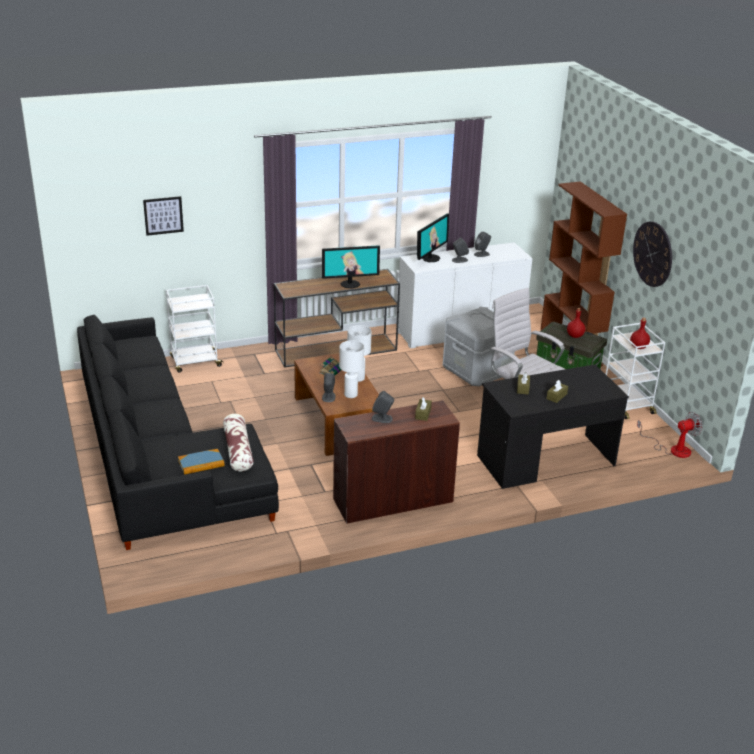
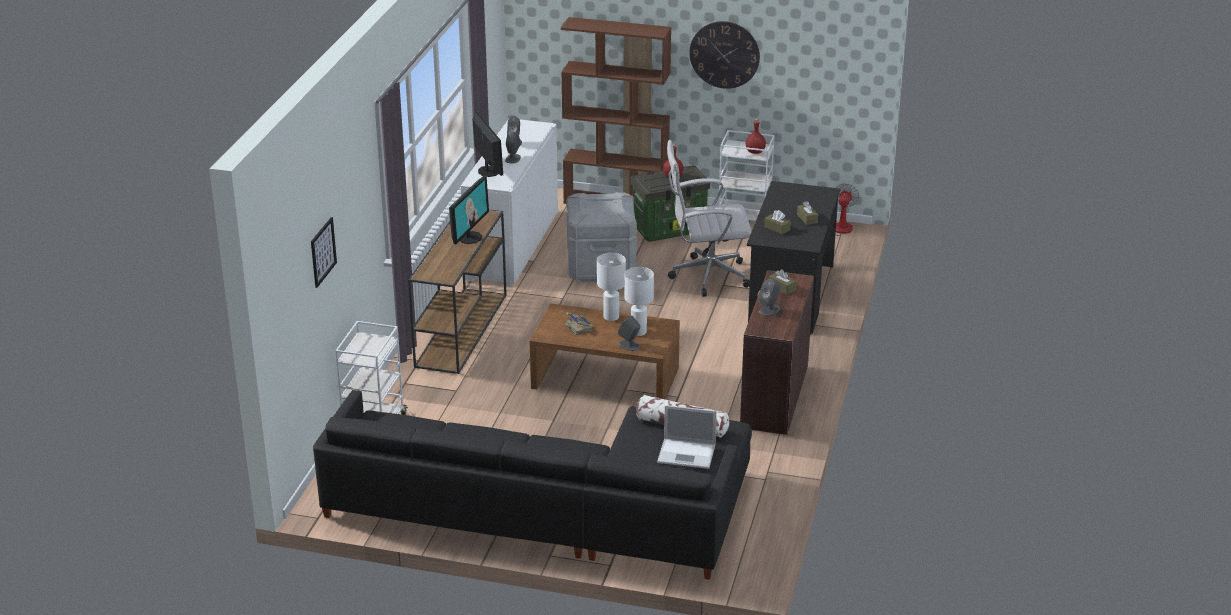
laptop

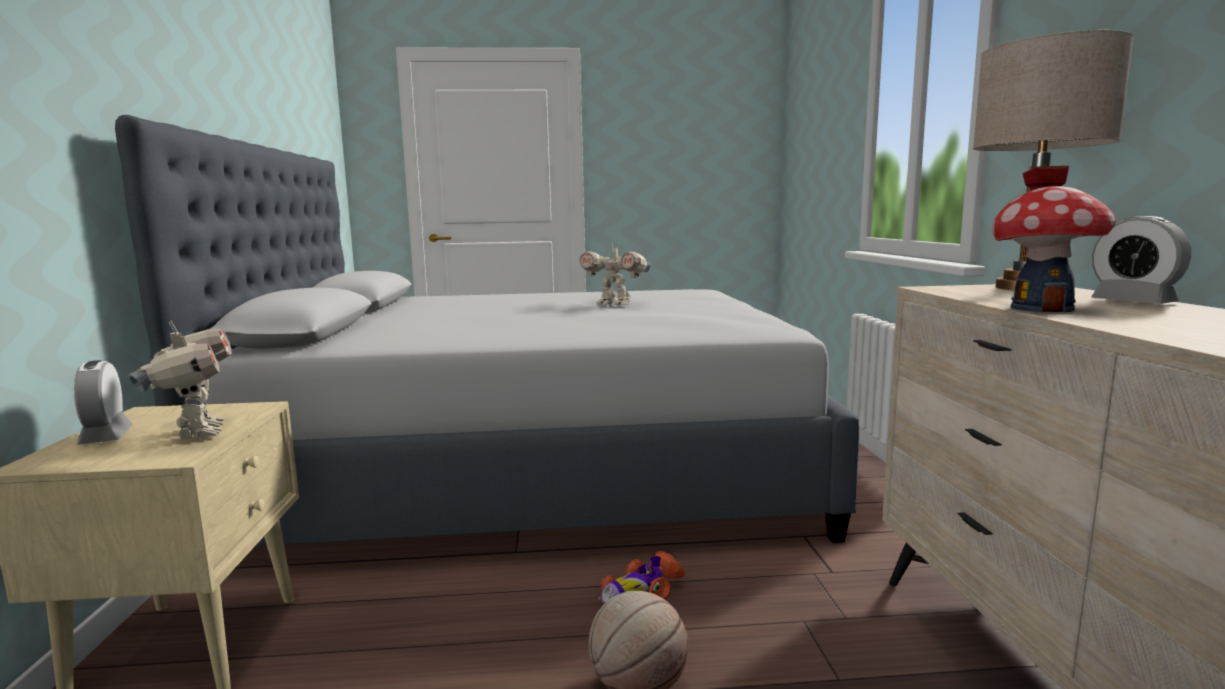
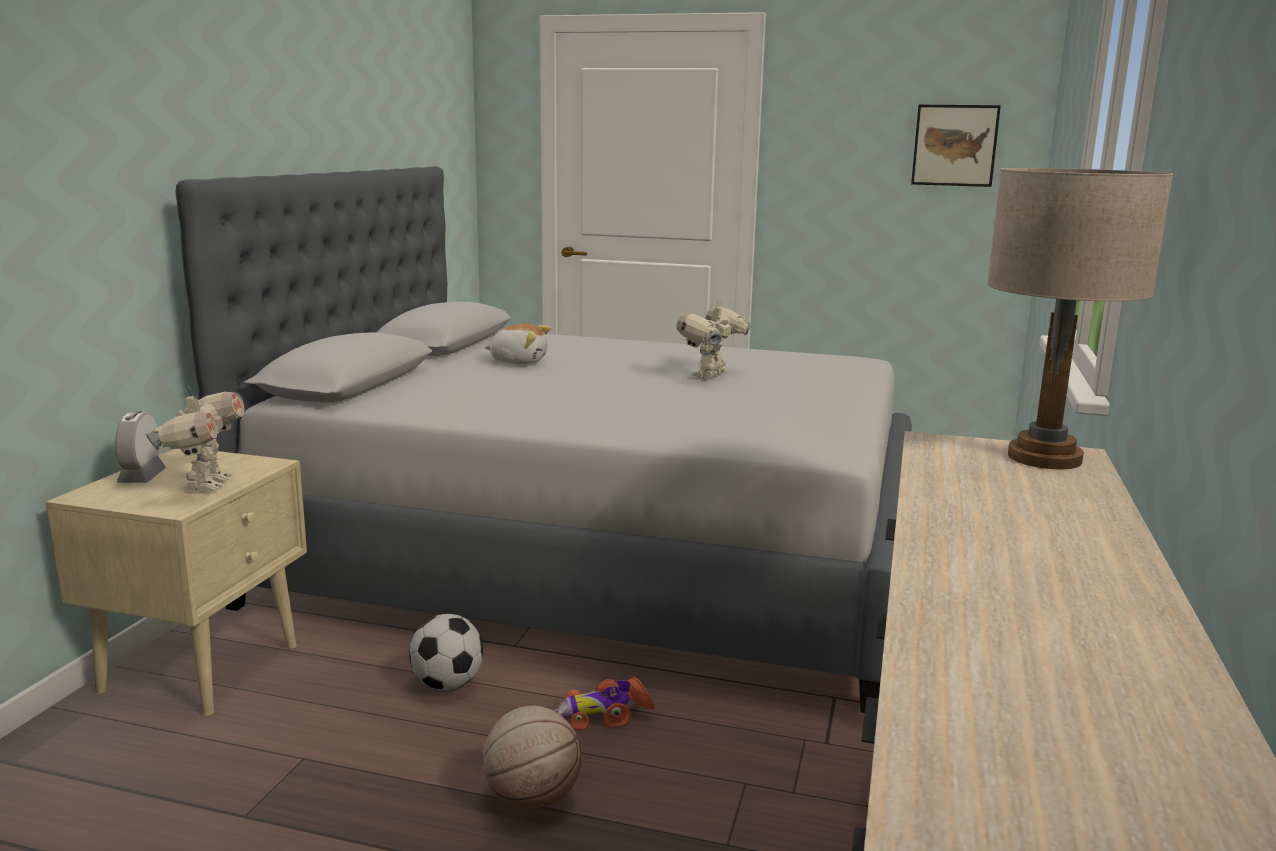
model house; table clock (no. 2 from left in the first image); robot figure (no. 2 from left); wall art; cuddly toy; football ball

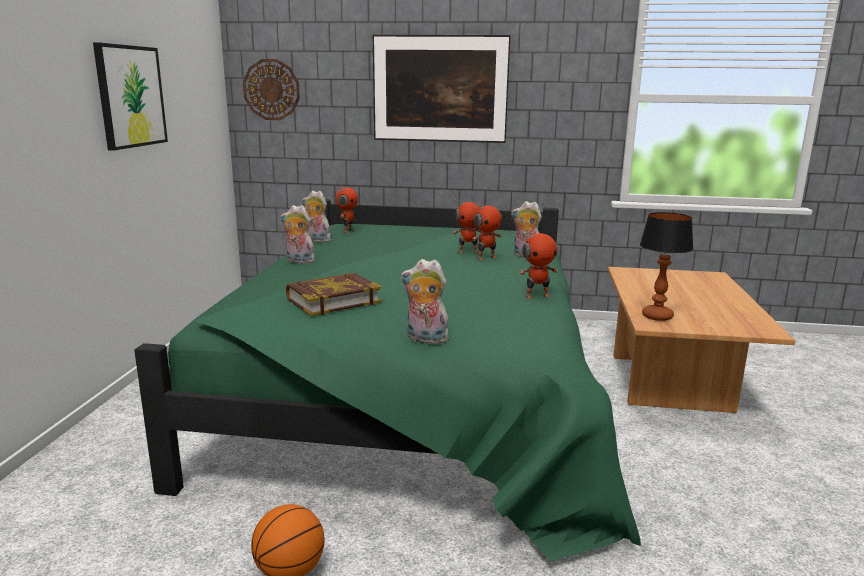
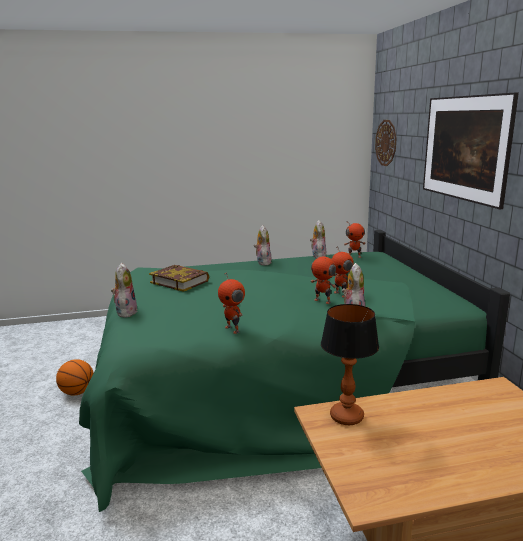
wall art (no. 1 from left in the first image)

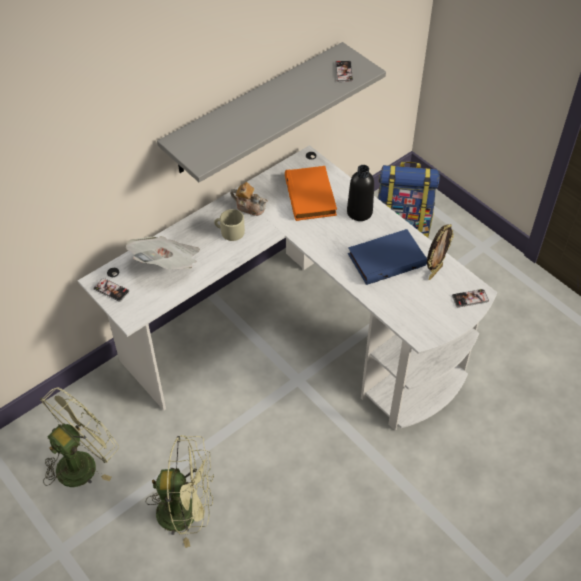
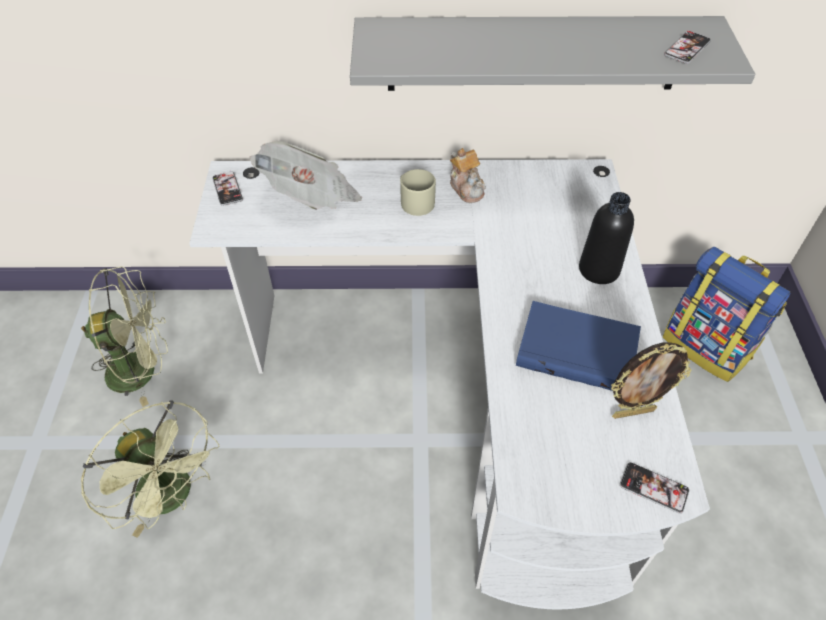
volume (orangey)

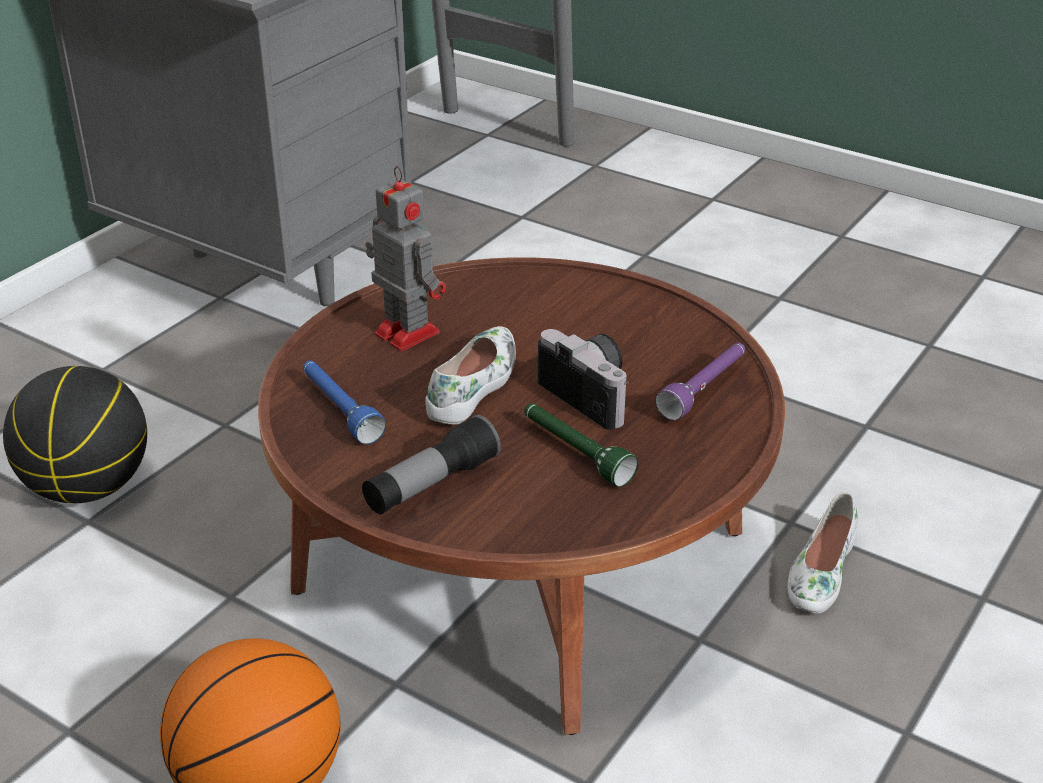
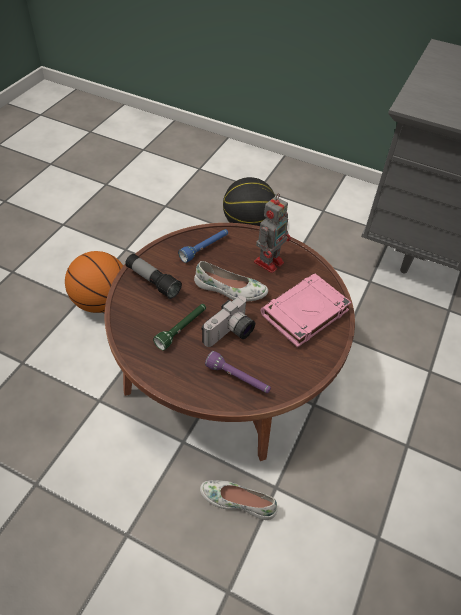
volume (pinkish)

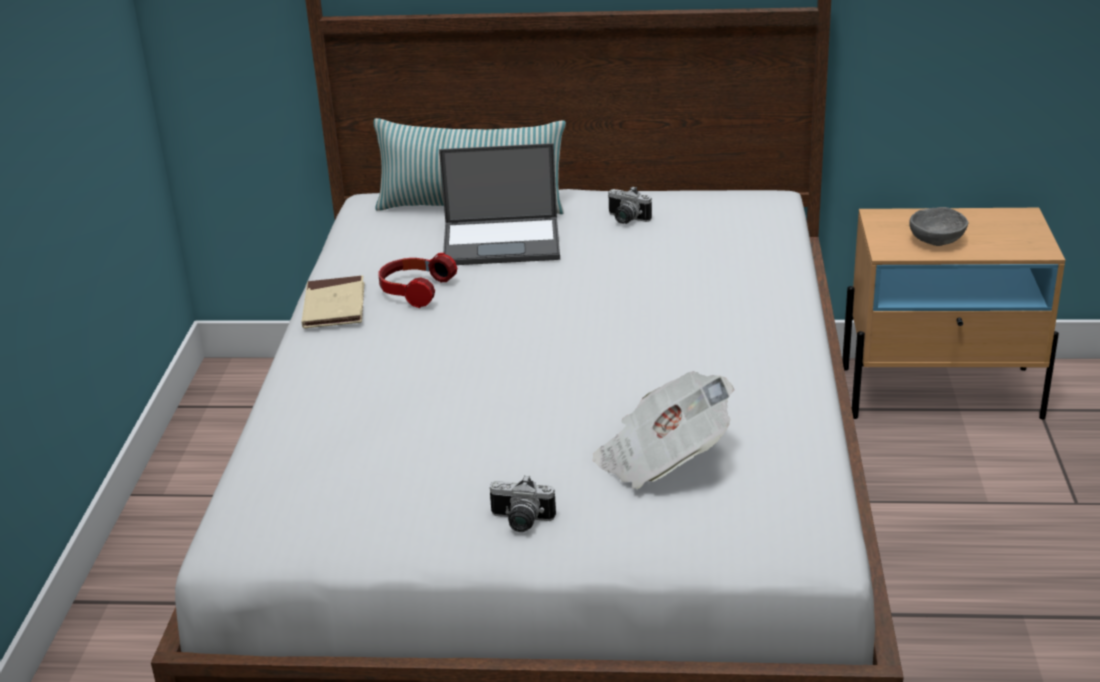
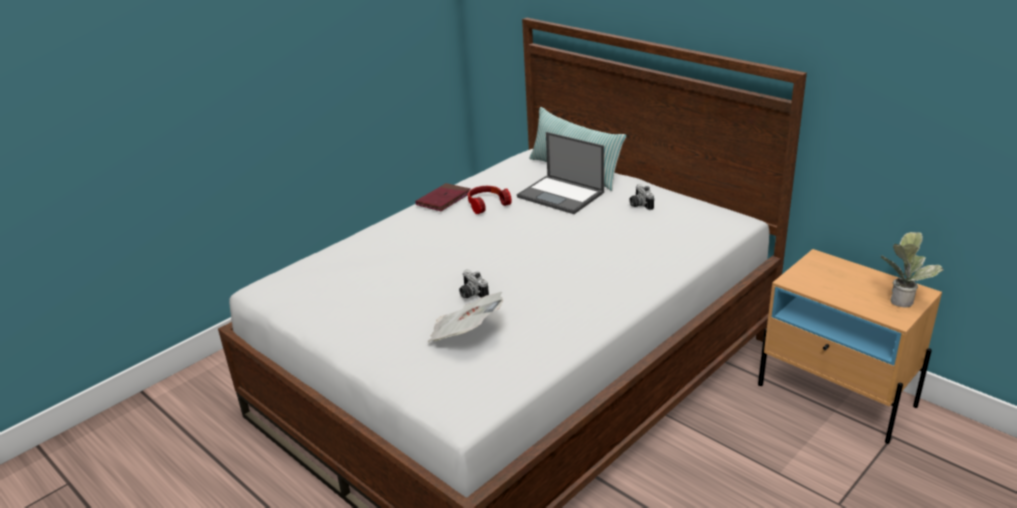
deep dish (gray); volume (reddish); still camera (no. 1 from left); plant in a pot

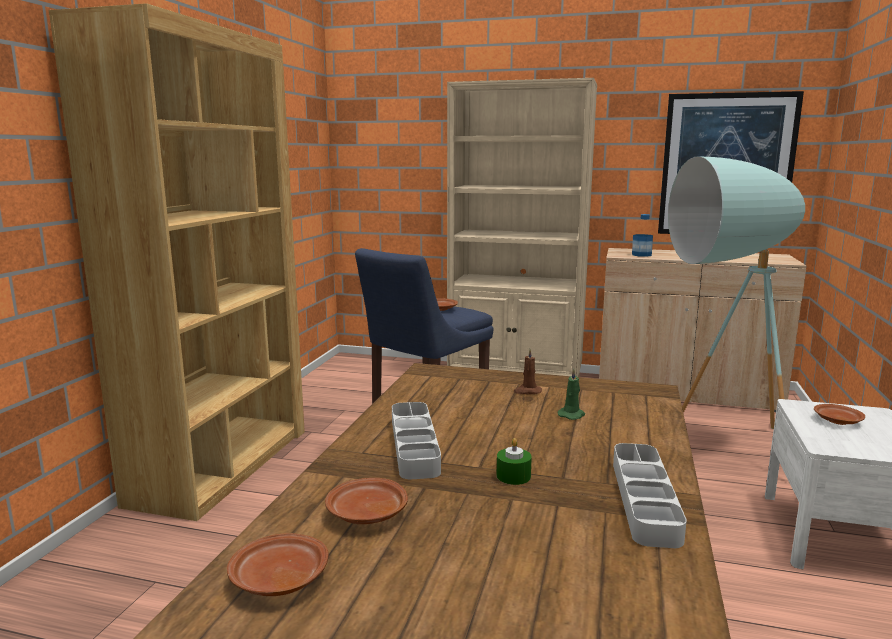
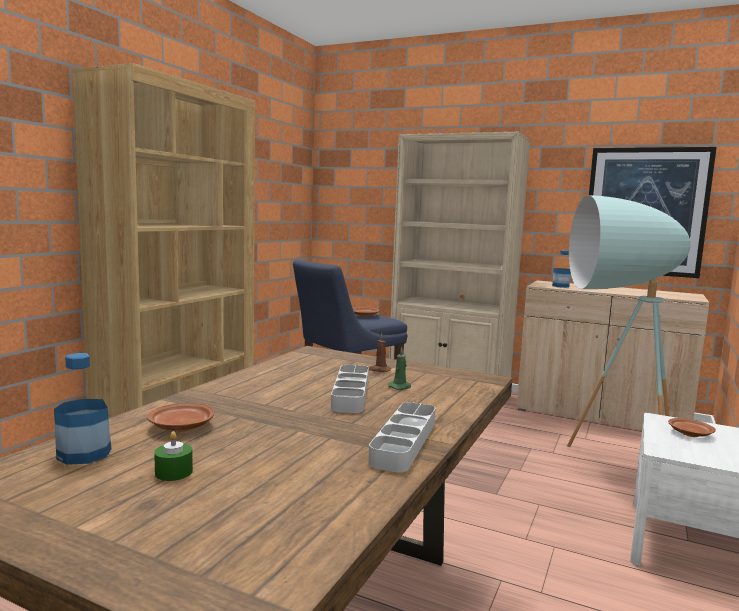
carrying tray (gray) (no. 1 from left); candle (greenish) (no. 1 from left); bottle (no. 1 from left)

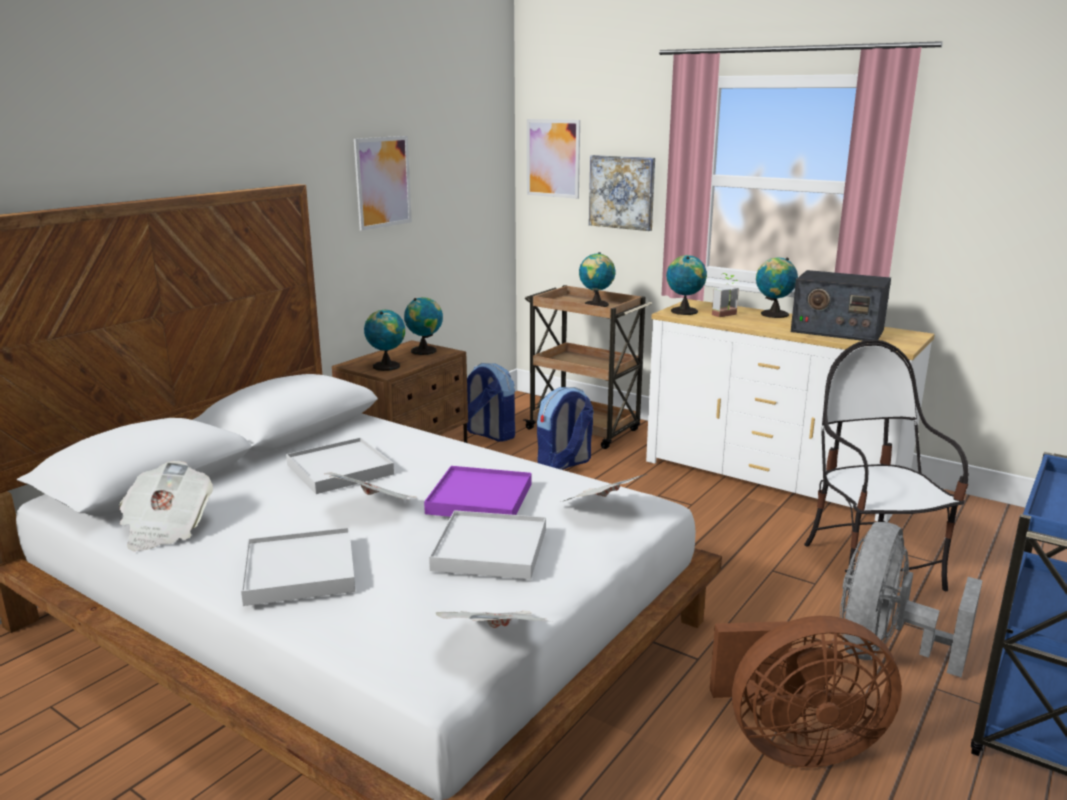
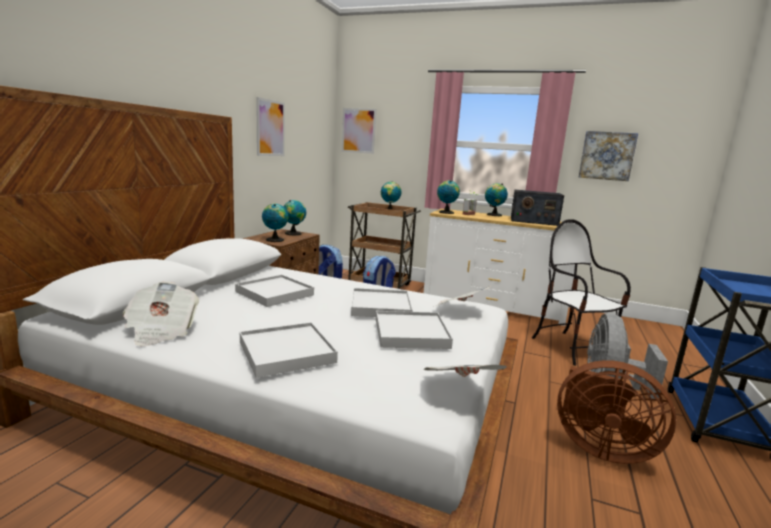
wall art (no. 3 from left); carrying tray (whitish) (no. 3 from left); printed paper (no. 2 from left in the first image); electric fan (brown)

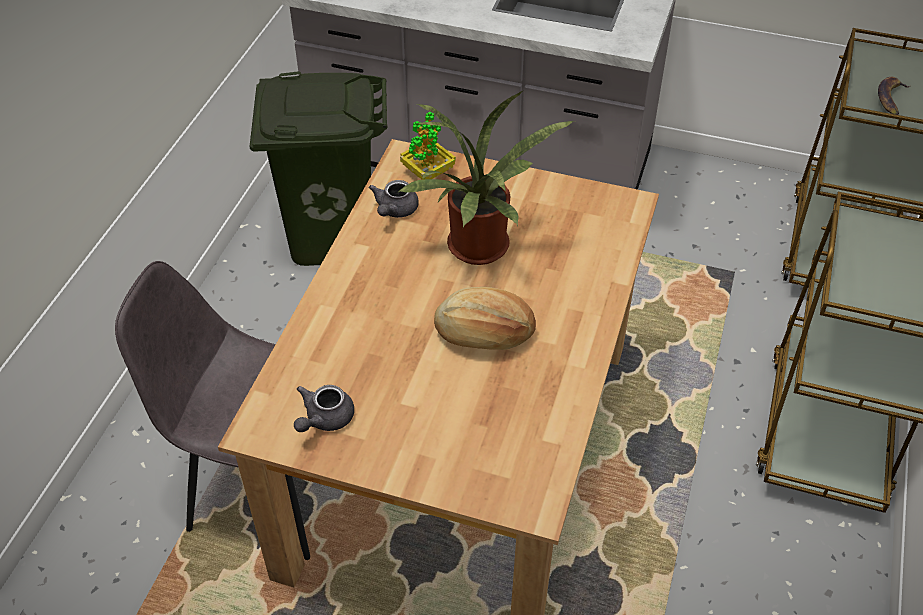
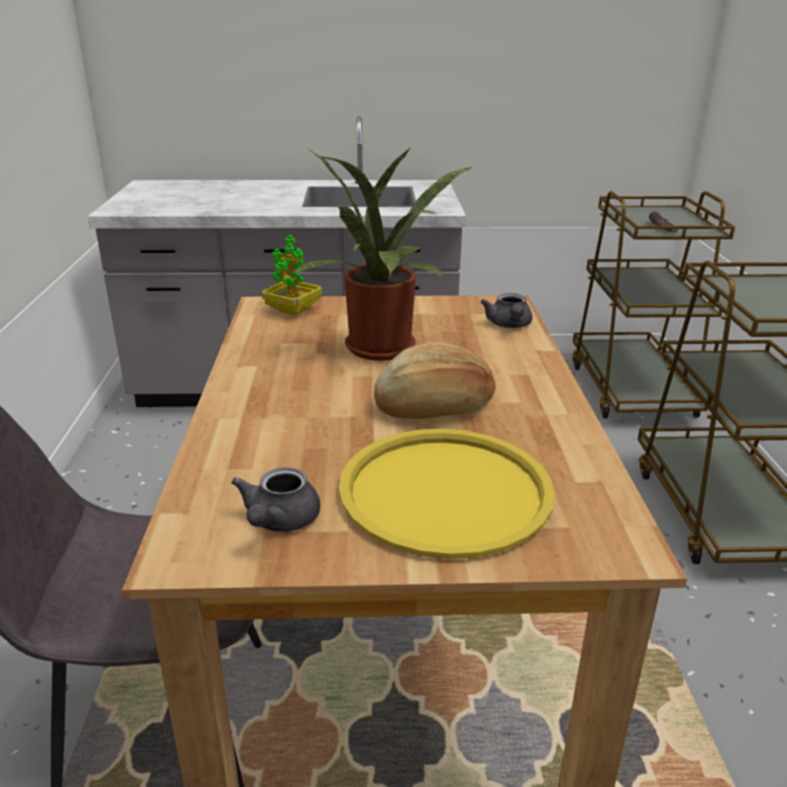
rubbish bin (greenish); teapot (gray) (no. 2 from left); carrying tray (yellowish)

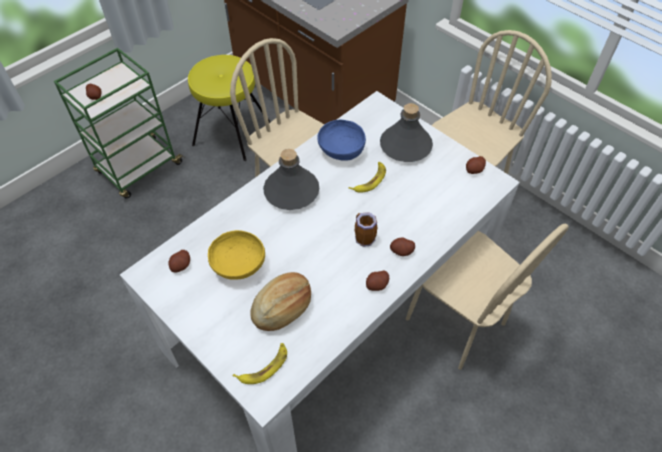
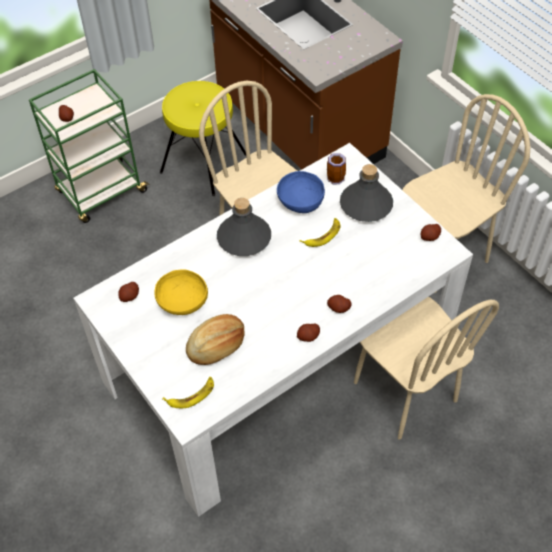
tea mug

